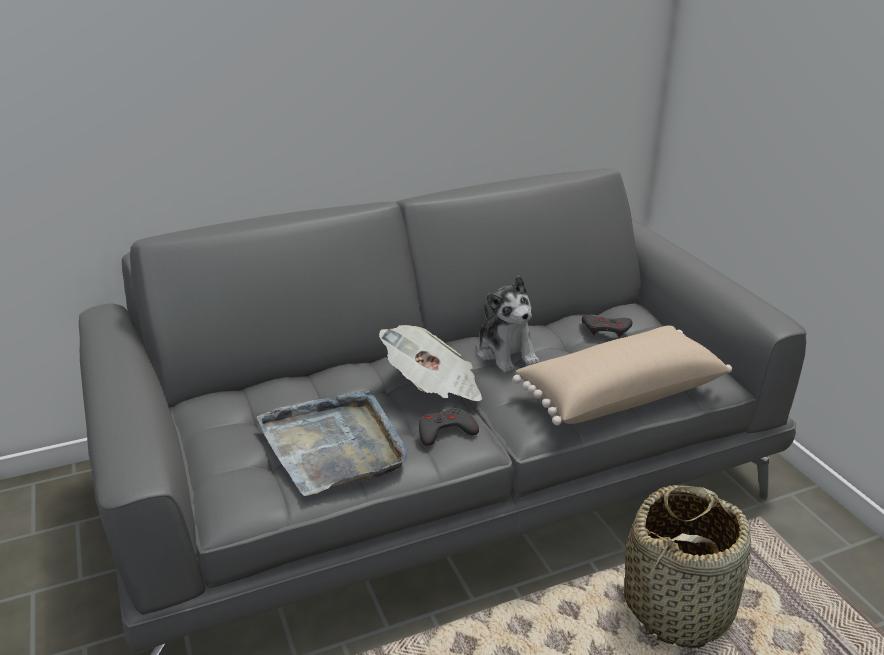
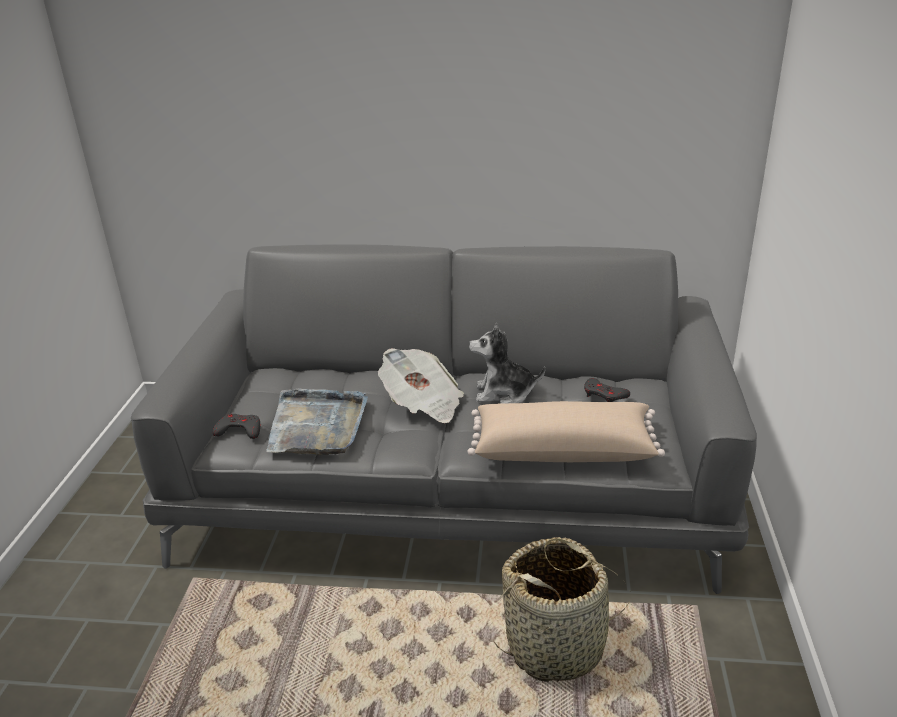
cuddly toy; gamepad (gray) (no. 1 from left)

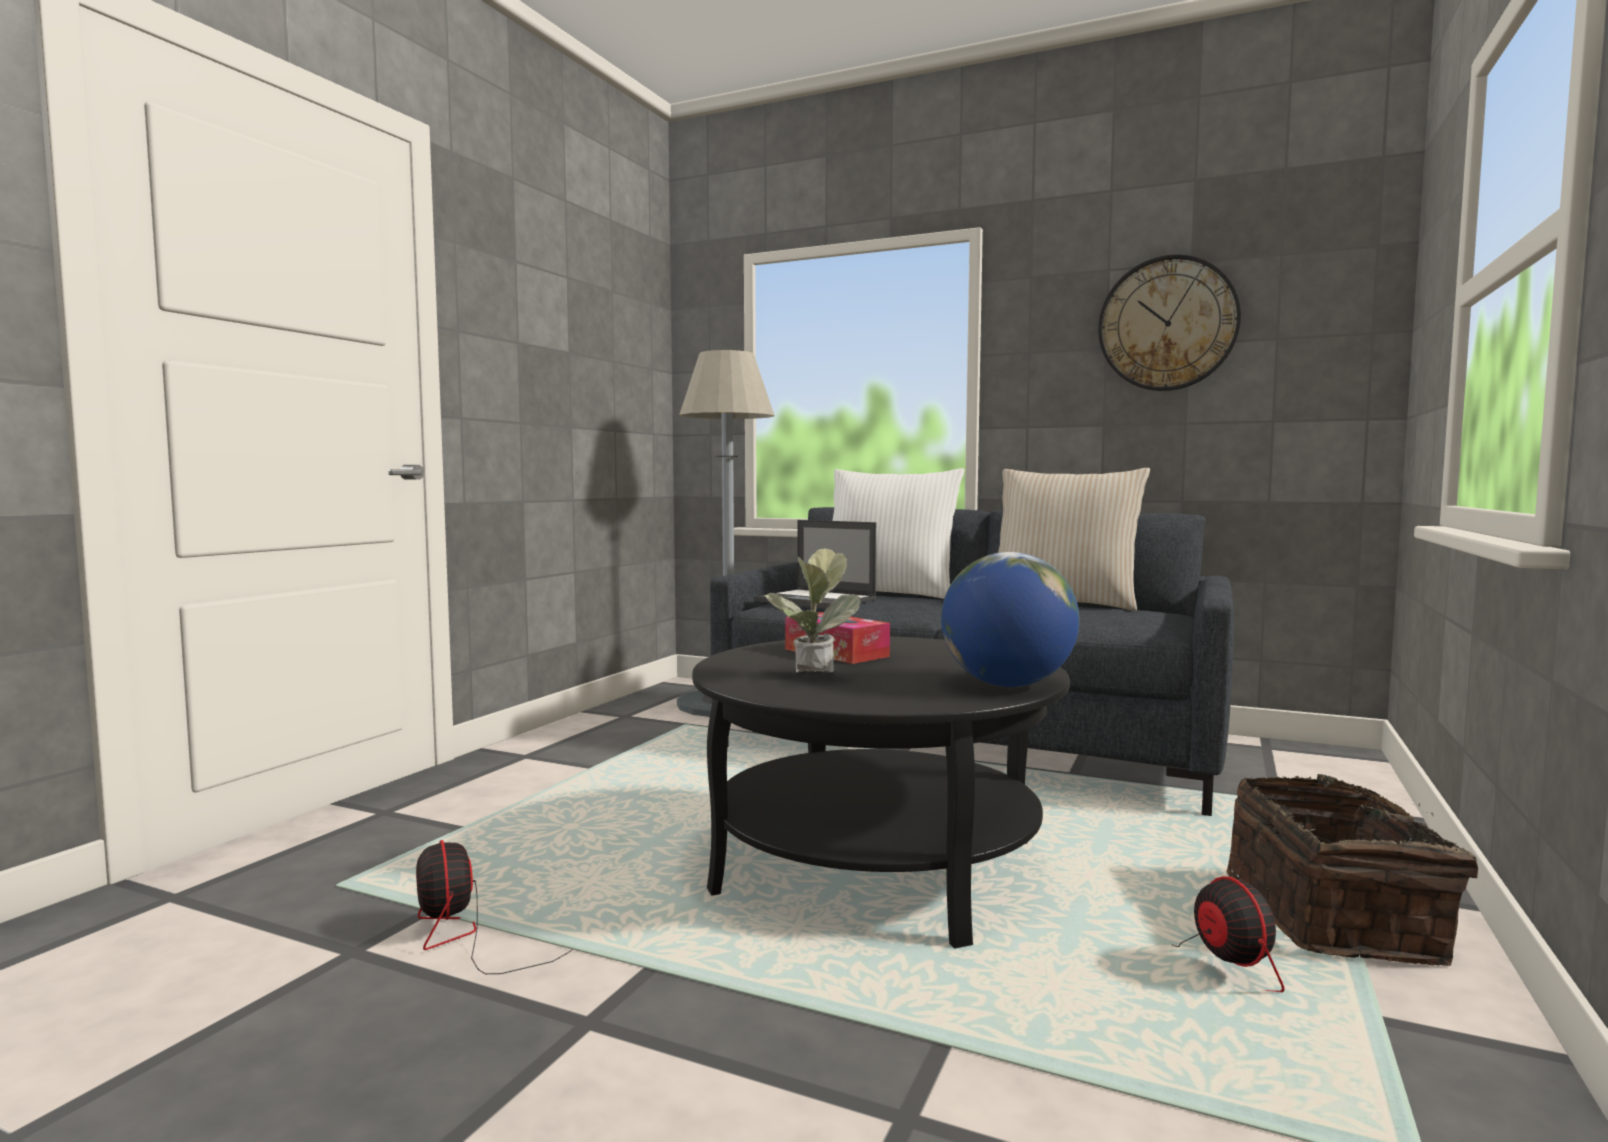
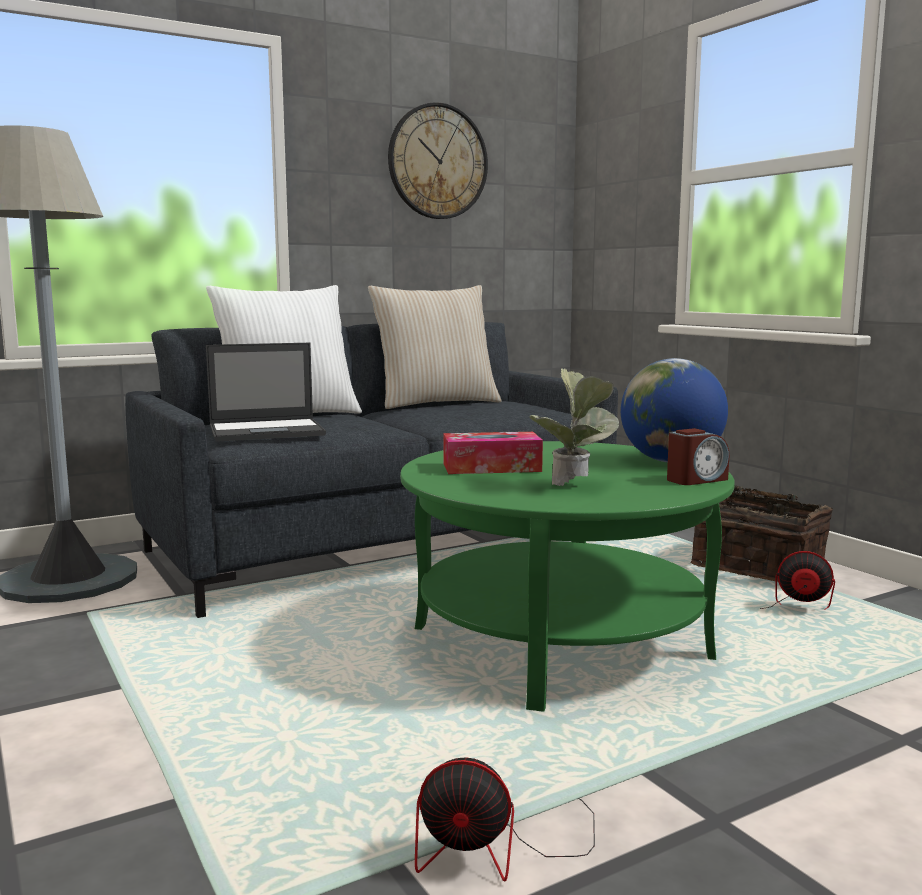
low table (greenish); table clock

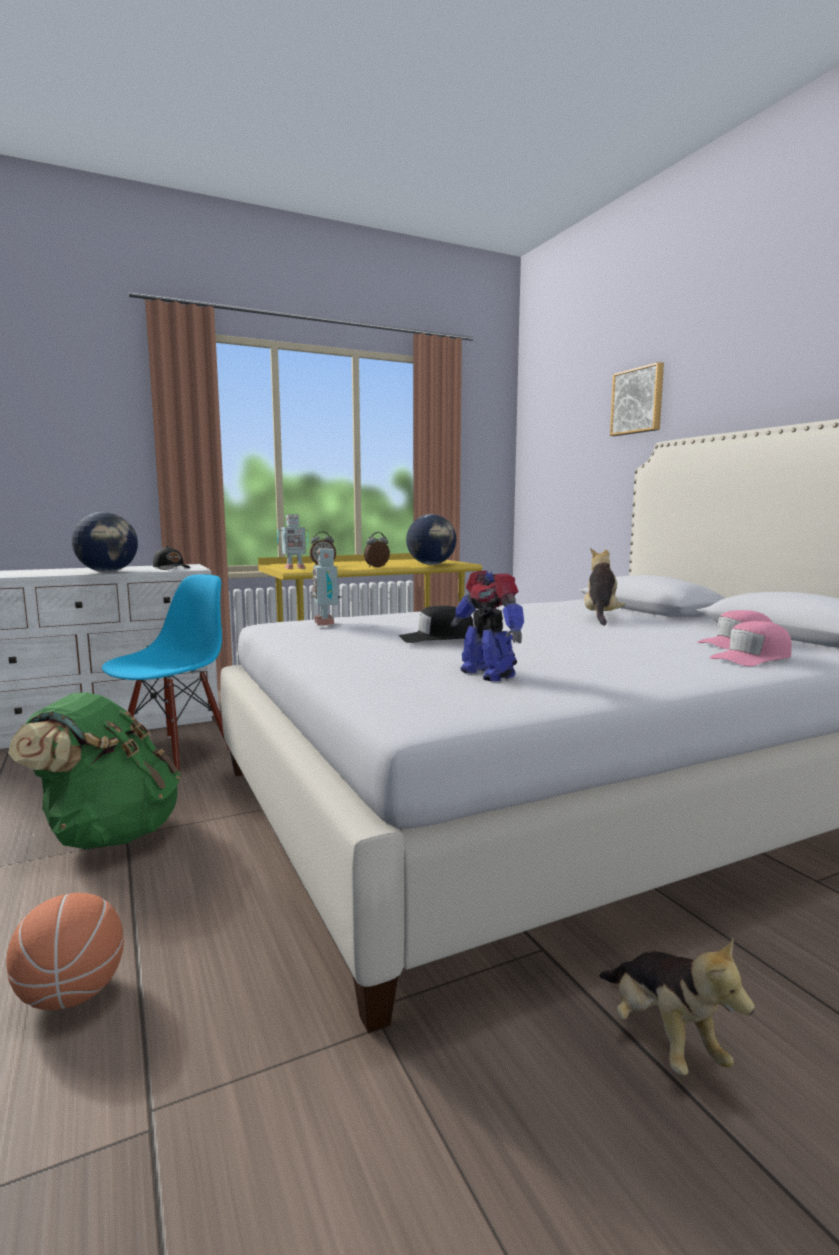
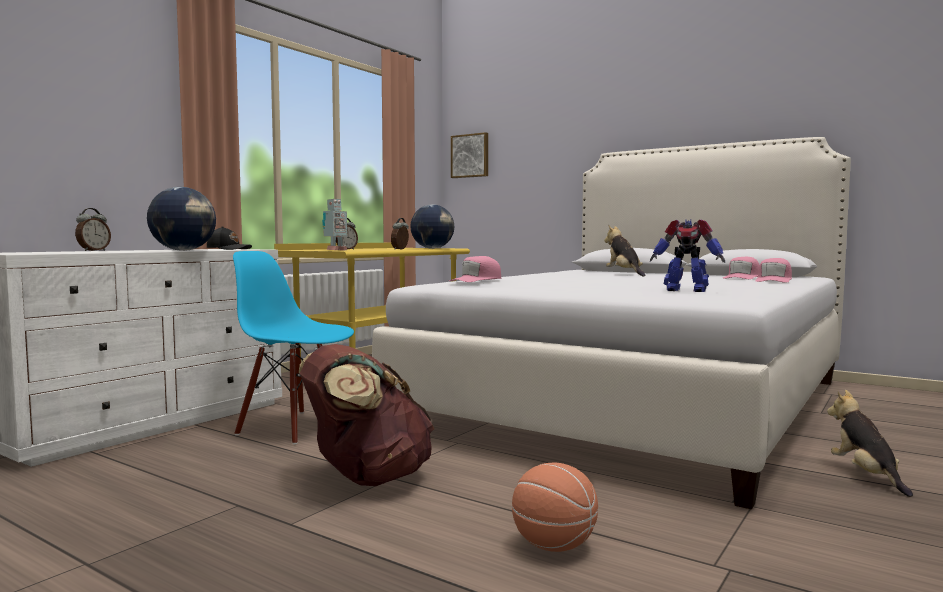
wall art; baseball cap (pinkish) (no. 1 from left); chair (blue); baseball cap (black-coloured) (no. 2 from left in the first image); knapsack (brown); cuddly toy (no. 2 from left); table clock (no. 1 from left)

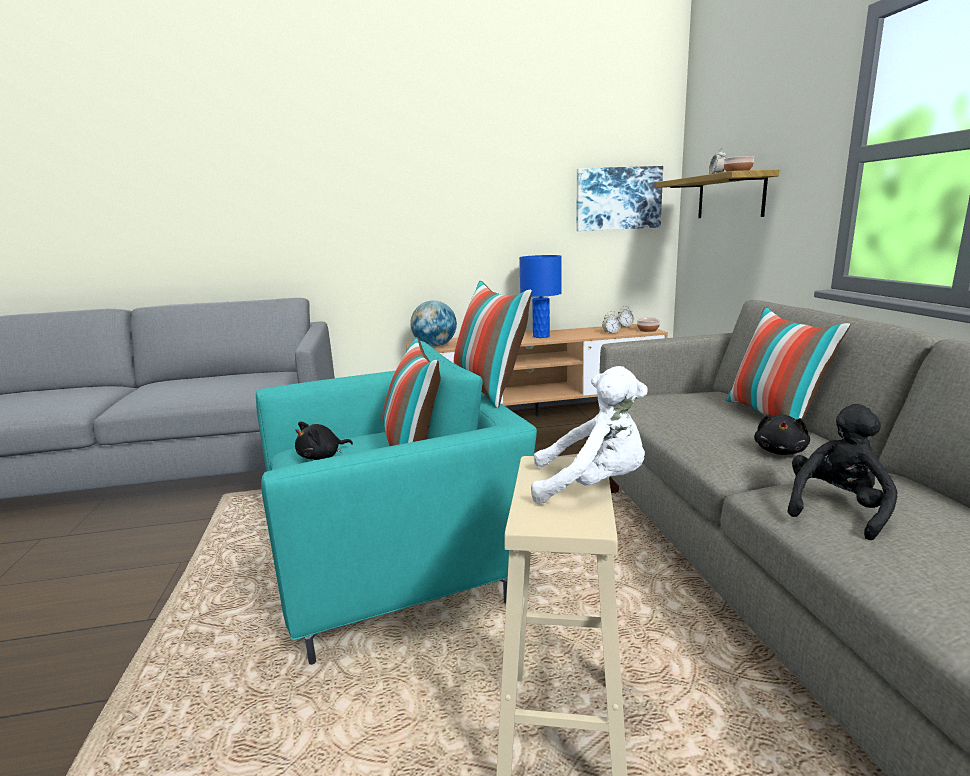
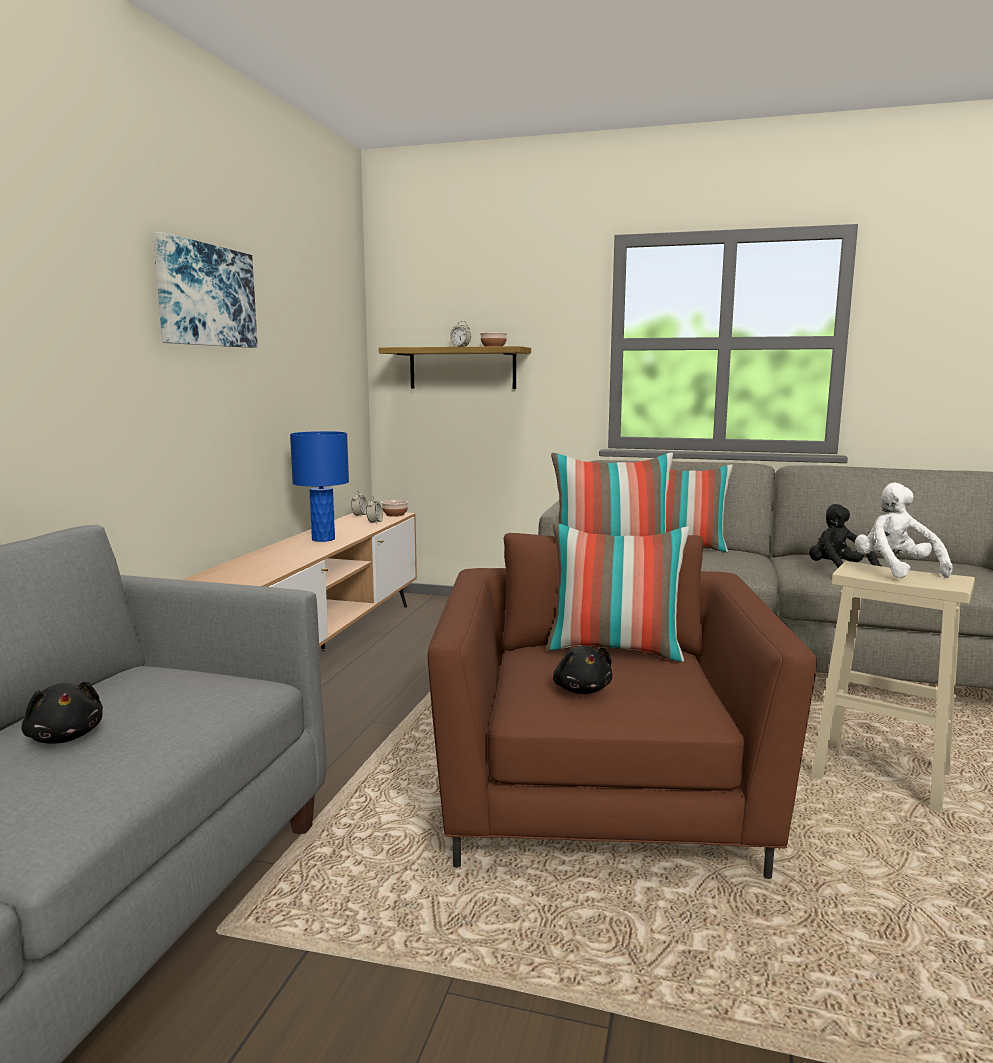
wall art; world globe; armchair (brown); cuddly toy (whitish); cuddly toy (black-coloured) (no. 1 from left)

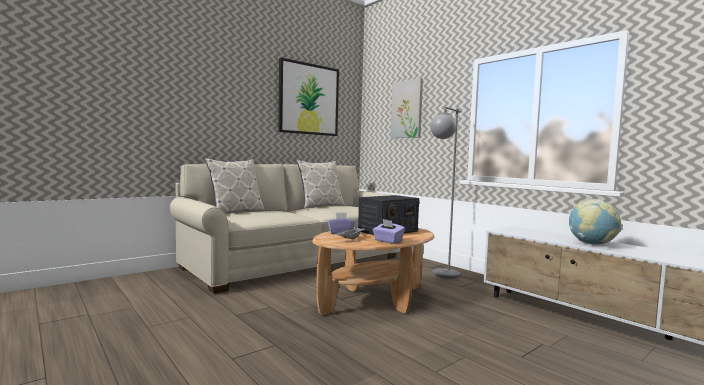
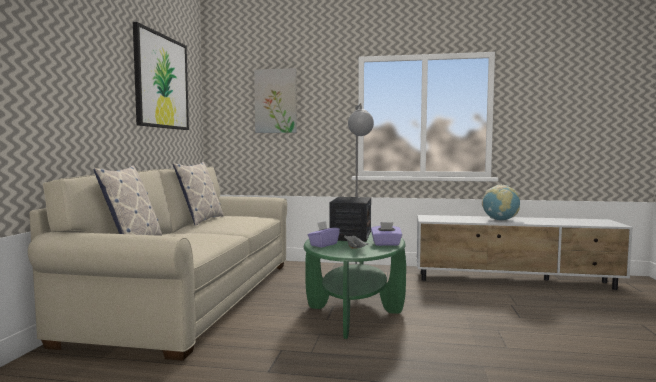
low table (greenish)

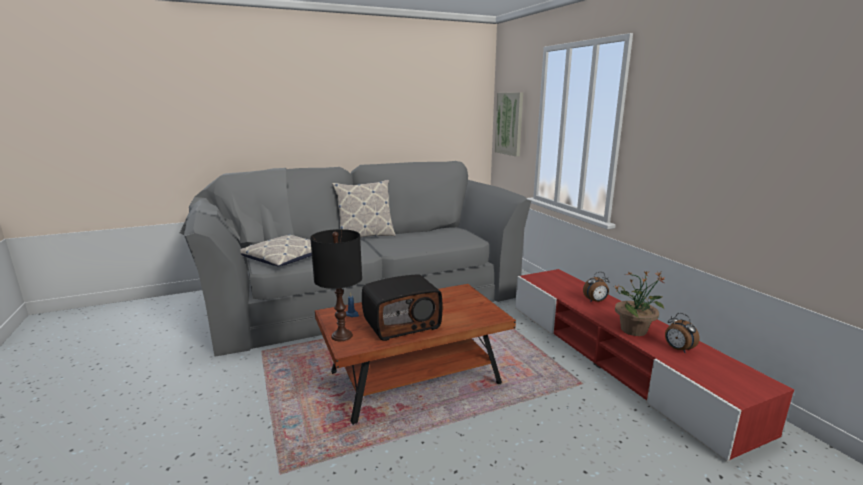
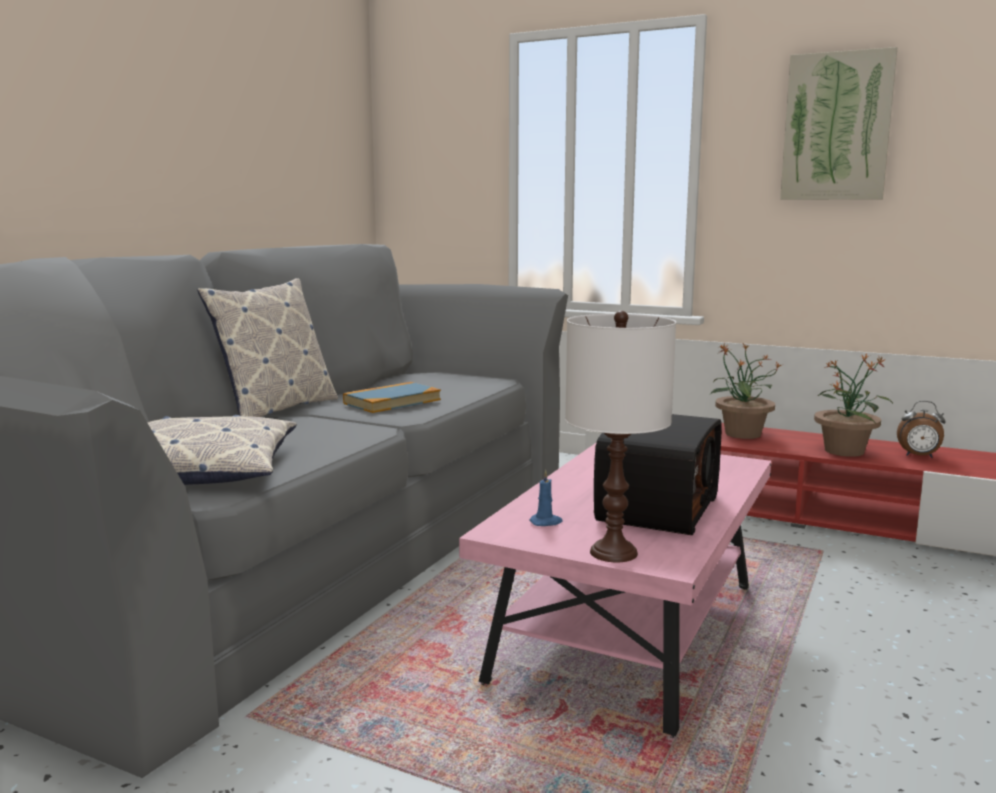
wall art; tabletop lamp (whitish); plant in a pot (no. 1 from left); low table (pinkish); volume

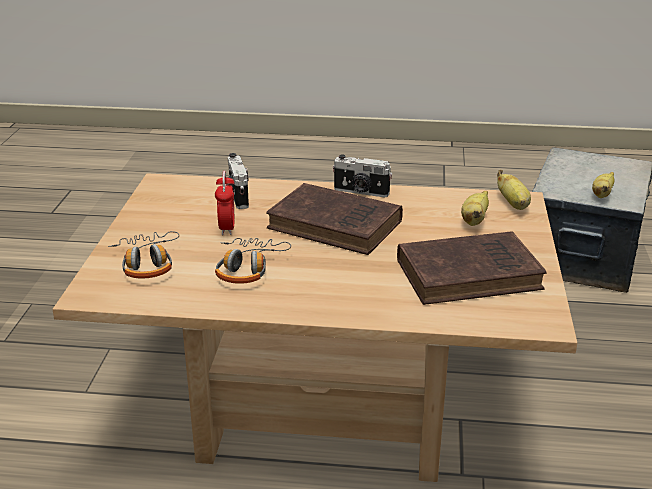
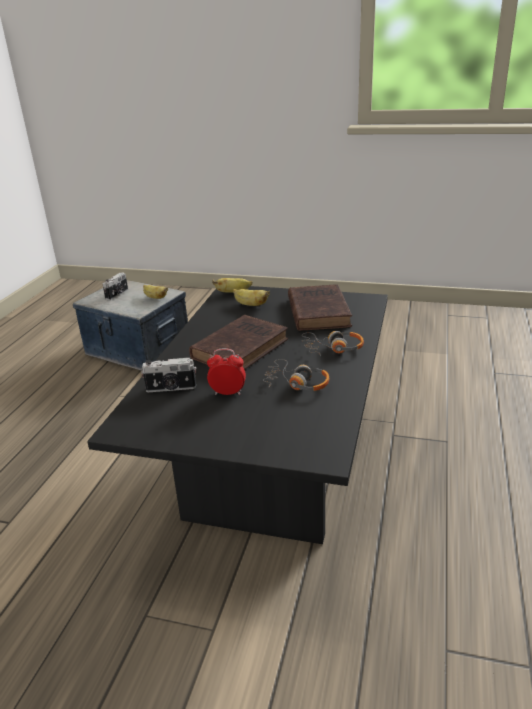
still camera (no. 1 from left); low table (black-coloured); headset (no. 2 from left)

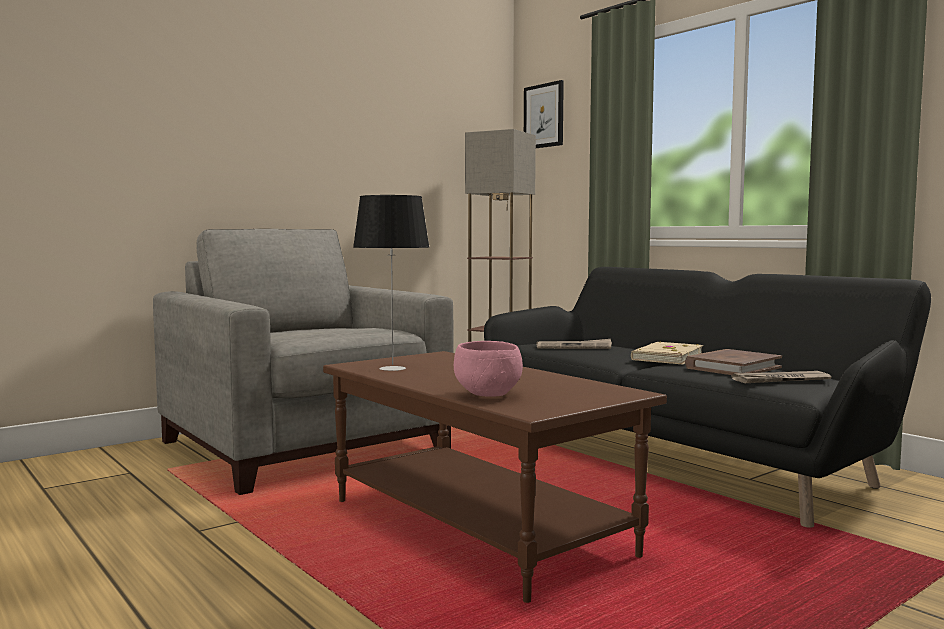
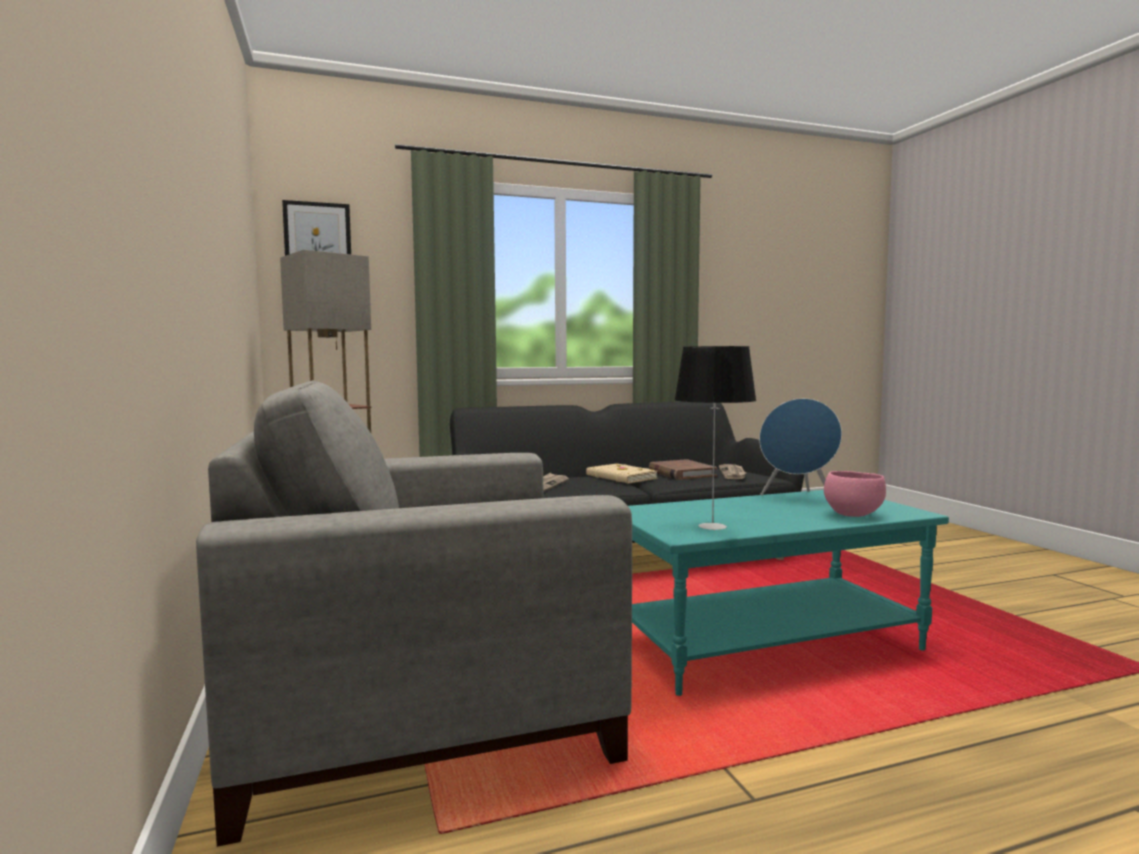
low table (blue-green); loudspeaker (blue)

